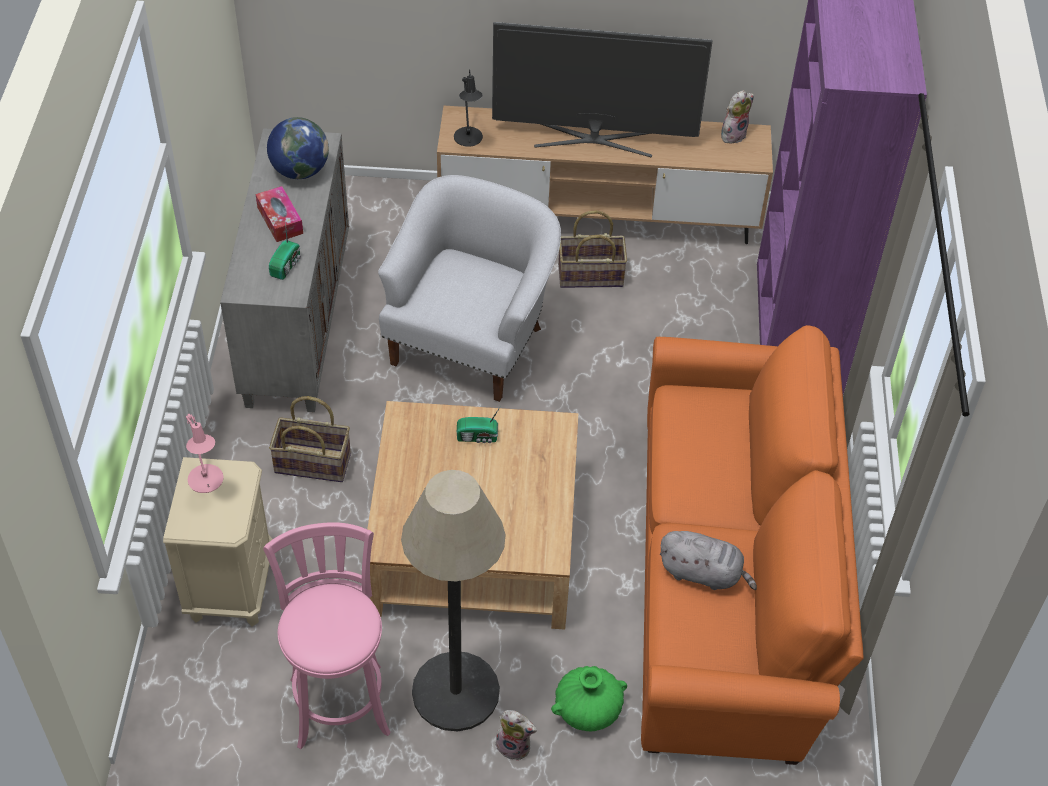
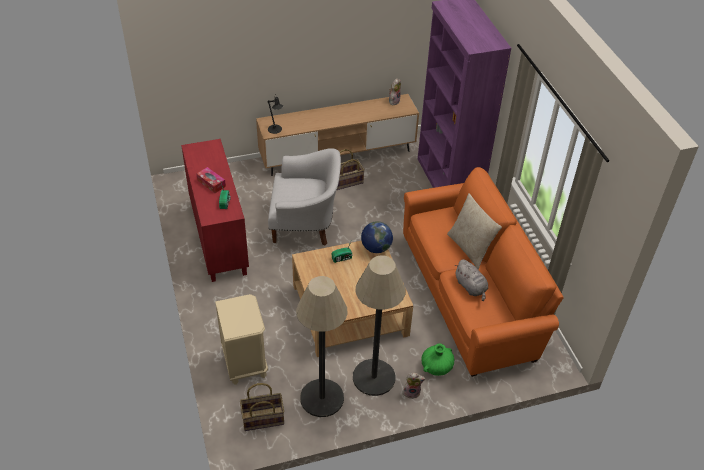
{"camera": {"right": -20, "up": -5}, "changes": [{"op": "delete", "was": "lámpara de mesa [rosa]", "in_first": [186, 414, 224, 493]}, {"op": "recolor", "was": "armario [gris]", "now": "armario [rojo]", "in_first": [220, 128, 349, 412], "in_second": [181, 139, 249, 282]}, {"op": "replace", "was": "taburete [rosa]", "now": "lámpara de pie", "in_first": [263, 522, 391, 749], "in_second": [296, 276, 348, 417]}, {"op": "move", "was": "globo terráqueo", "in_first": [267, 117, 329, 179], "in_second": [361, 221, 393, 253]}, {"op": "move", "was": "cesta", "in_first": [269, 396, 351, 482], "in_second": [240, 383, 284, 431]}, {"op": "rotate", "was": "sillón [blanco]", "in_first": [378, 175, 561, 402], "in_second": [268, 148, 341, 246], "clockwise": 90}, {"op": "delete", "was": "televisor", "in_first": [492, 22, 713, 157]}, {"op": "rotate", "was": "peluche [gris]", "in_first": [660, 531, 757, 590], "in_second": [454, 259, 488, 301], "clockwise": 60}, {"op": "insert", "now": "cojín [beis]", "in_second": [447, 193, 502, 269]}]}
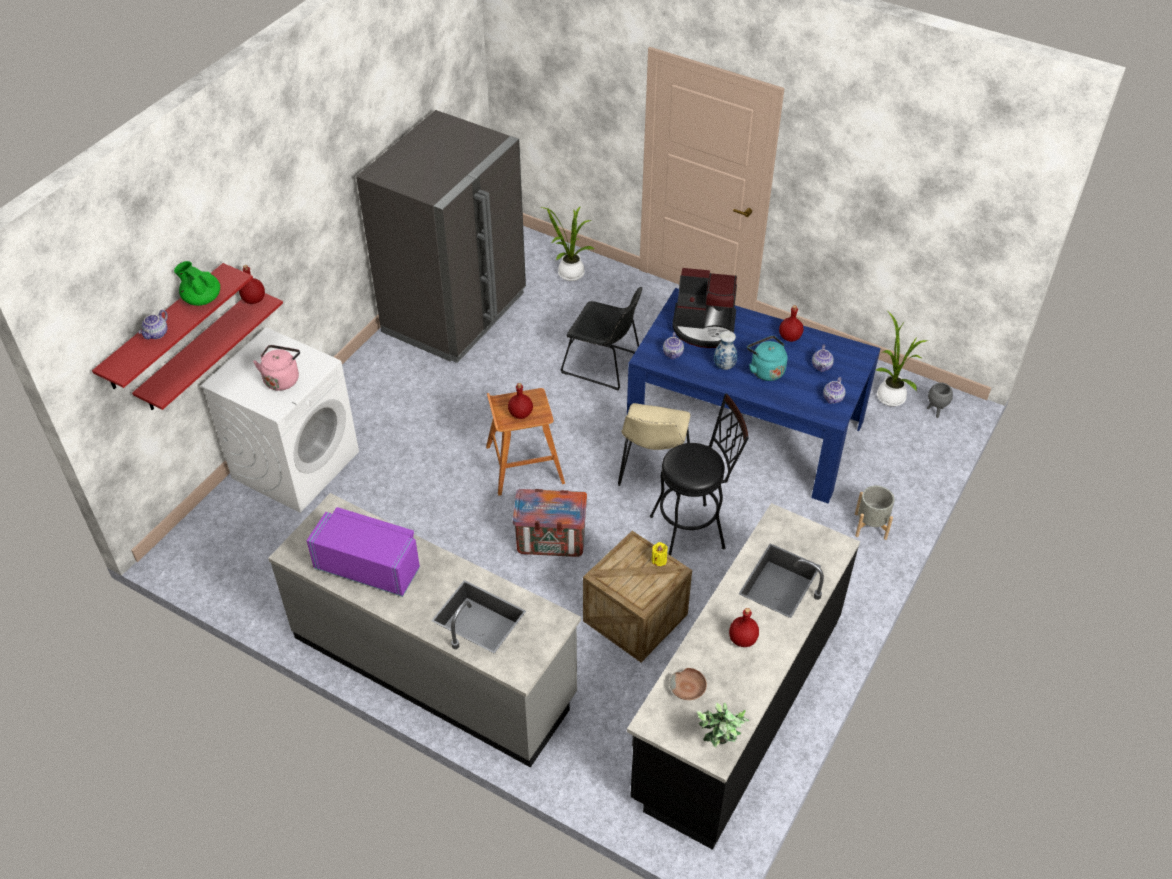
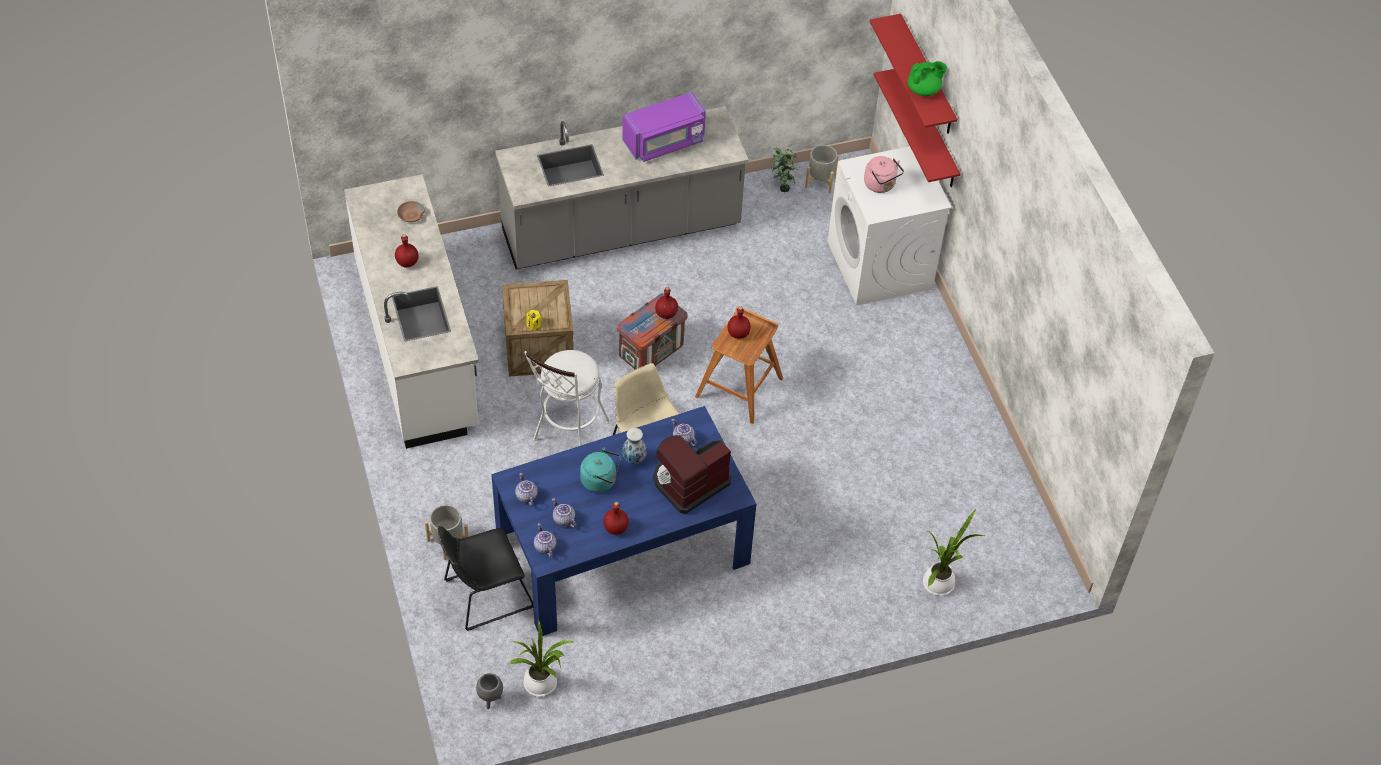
{"camera": {"right": 130, "up": 5}, "changes": [{"op": "move", "was": "tetera", "in_first": [139, 310, 168, 339], "in_second": [534, 523, 556, 557]}, {"op": "move", "was": "botella [rojo]", "in_first": [239, 265, 265, 304], "in_second": [655, 287, 678, 319]}, {"op": "delete", "was": "nevera [gris]", "in_first": [356, 110, 526, 363]}, {"op": "move", "was": "silla [negro]", "in_first": [561, 287, 642, 390], "in_second": [437, 526, 533, 631]}, {"op": "recolor", "was": "mueble bajo de cocina [negro]", "now": "mueble bajo de cocina [blanco]", "in_first": [627, 503, 860, 850], "in_second": [344, 174, 479, 449]}, {"op": "recolor", "was": "taburete [negro]", "now": "taburete [blanco]", "in_first": [650, 393, 749, 556], "in_second": [524, 350, 610, 446]}, {"op": "move", "was": "planta en maceta", "in_first": [697, 702, 750, 748], "in_second": [770, 143, 799, 192]}, {"op": "insert", "now": "maceta [gris]", "in_second": [805, 145, 839, 193]}]}
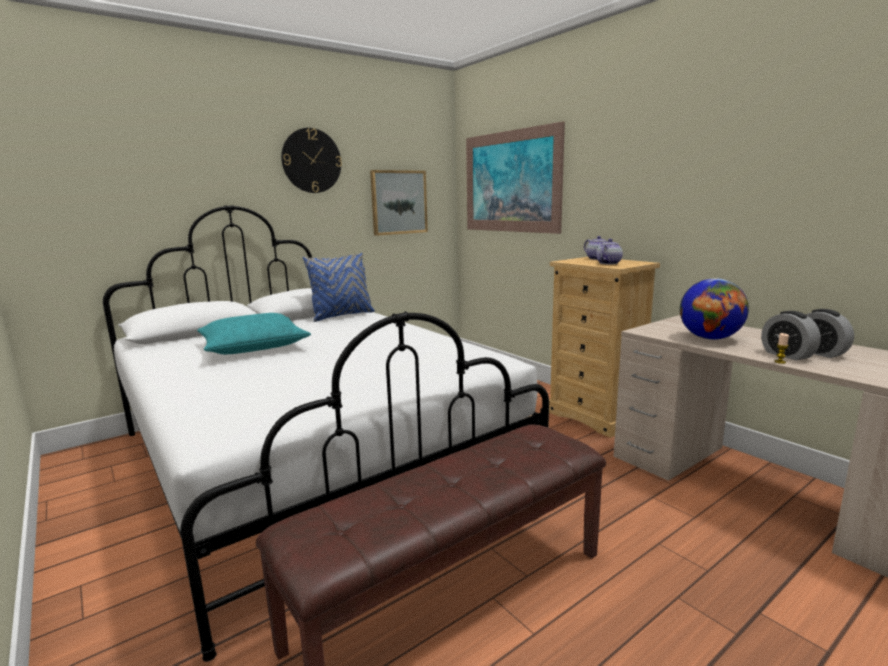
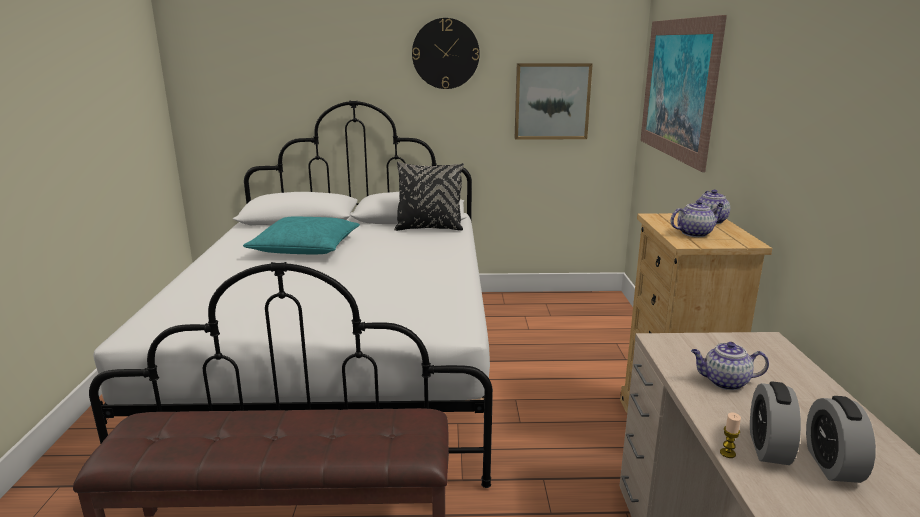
{"camera": {"right": 35, "up": 5}, "changes": [{"op": "recolor", "was": "cojín [azul]", "now": "cojín [negro]", "in_first": [303, 253, 374, 322], "in_second": [394, 162, 464, 231]}, {"op": "replace", "was": "globo terráqueo", "now": "tetera", "in_first": [680, 278, 749, 340], "in_second": [691, 342, 769, 390]}]}
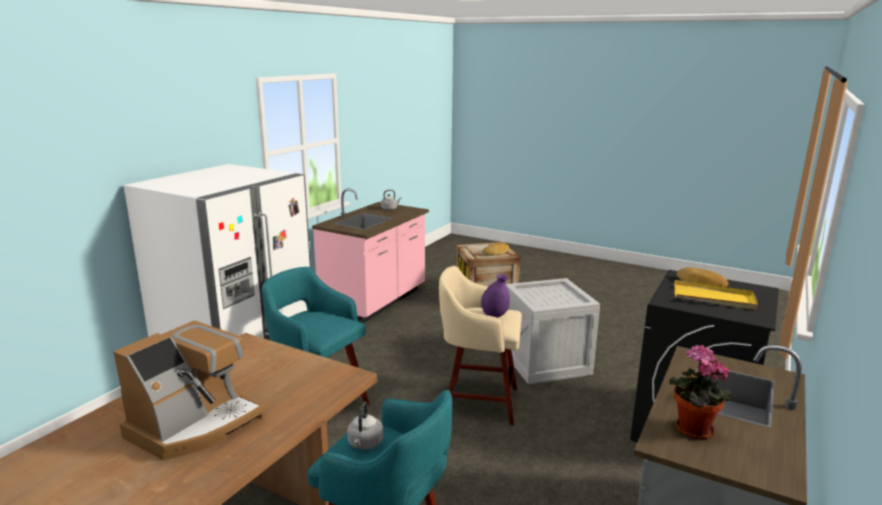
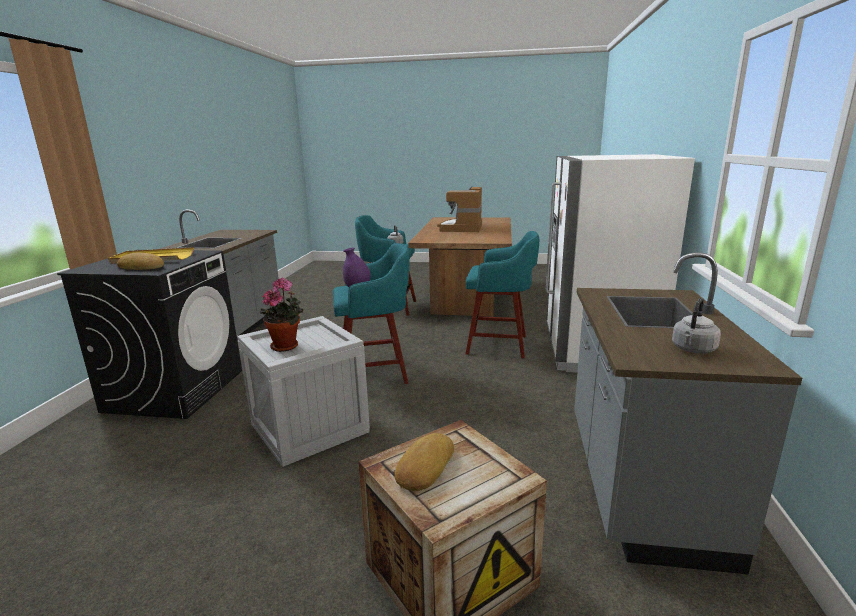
{"camera": {"right": 160, "up": 0}, "changes": [{"op": "recolor", "was": "mueble bajo de cocina [rosa]", "now": "mueble bajo de cocina [gris]", "in_first": [312, 188, 429, 323], "in_second": [574, 252, 802, 575]}, {"op": "recolor", "was": "taburete [beis]", "now": "taburete [turquesa]", "in_first": [439, 266, 522, 425], "in_second": [333, 243, 409, 384]}, {"op": "move", "was": "planta en maceta", "in_first": [669, 345, 735, 440], "in_second": [260, 277, 303, 352]}]}
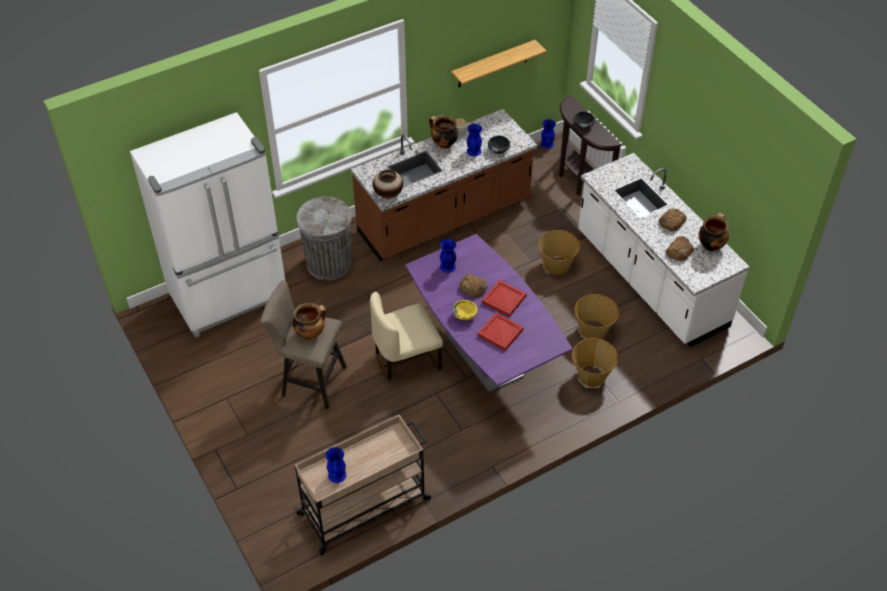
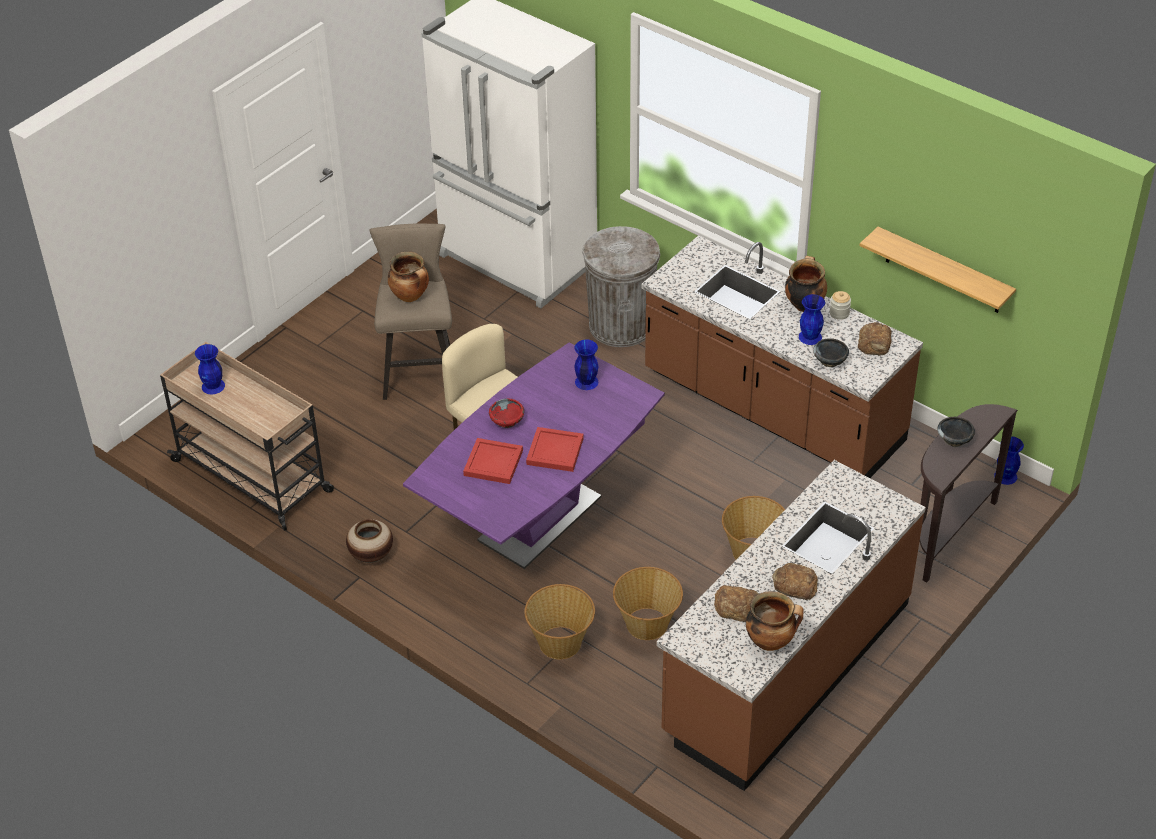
{"camera": {"right": 70, "up": -5}, "changes": [{"op": "move", "was": "florero", "in_first": [373, 170, 403, 198], "in_second": [346, 519, 393, 563]}, {"op": "recolor", "was": "cuenco [amarillo]", "now": "cuenco [rojo]", "in_first": [452, 300, 477, 321], "in_second": [489, 398, 524, 428]}, {"op": "move", "was": "pan", "in_first": [460, 274, 488, 298], "in_second": [858, 322, 892, 355]}, {"op": "recolor", "was": "mueble bajo de cocina [blanco]", "now": "mueble bajo de cocina [marrón]", "in_first": [578, 153, 750, 347], "in_second": [657, 460, 926, 791]}]}
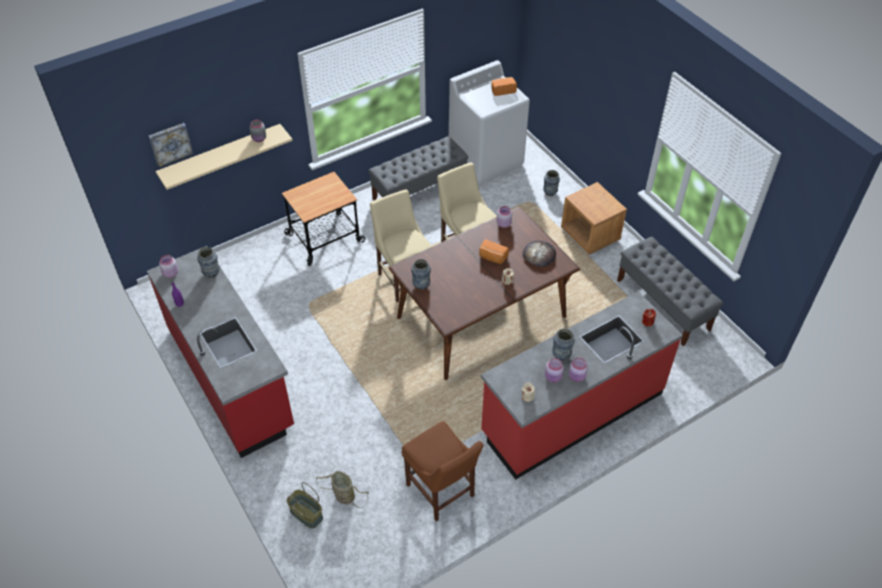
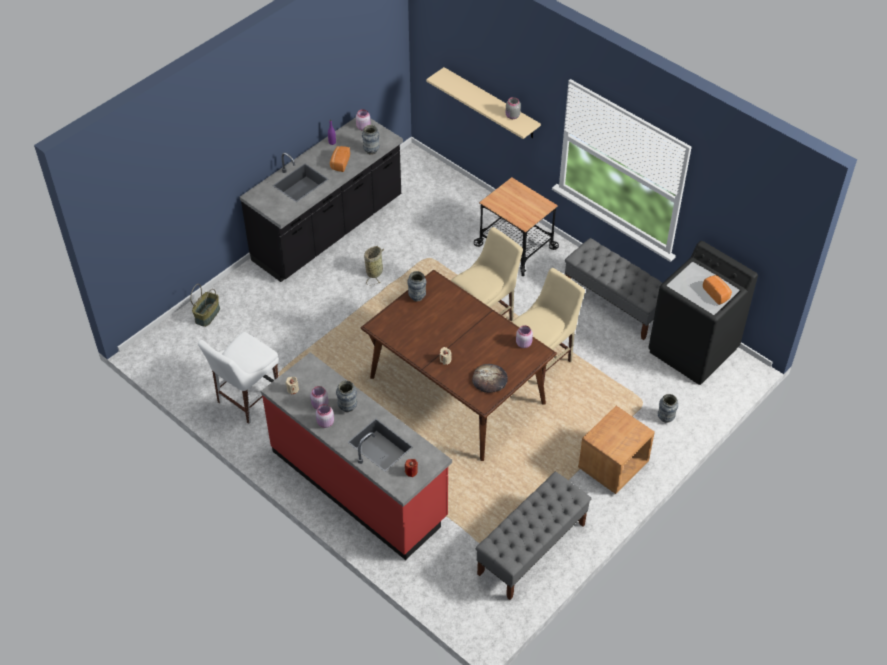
{"camera": {"right": 75, "up": 0}, "changes": [{"op": "recolor", "was": "mueble bajo de cocina [rojo]", "now": "mueble bajo de cocina [negro]", "in_first": [147, 246, 294, 458], "in_second": [240, 117, 403, 282]}, {"op": "delete", "was": "cuadro", "in_first": [149, 123, 193, 167]}, {"op": "move", "was": "cesta", "in_first": [316, 471, 369, 508], "in_second": [364, 246, 384, 285]}, {"op": "recolor", "was": "silla [marrón]", "now": "silla [blanco]", "in_first": [401, 421, 484, 522], "in_second": [198, 332, 279, 424]}, {"op": "recolor", "was": "lavadora [blanco]", "now": "lavadora [negro]", "in_first": [449, 60, 530, 185], "in_second": [648, 241, 758, 385]}, {"op": "move", "was": "pan", "in_first": [479, 239, 509, 264], "in_second": [330, 146, 350, 172]}]}
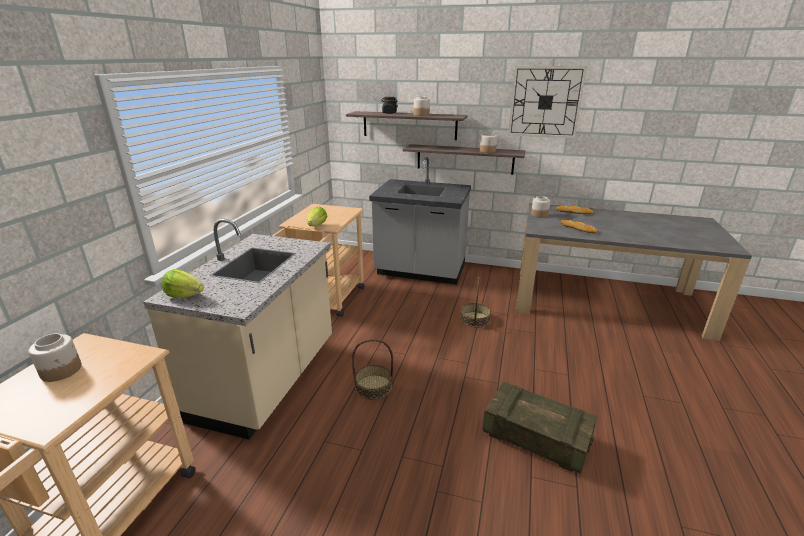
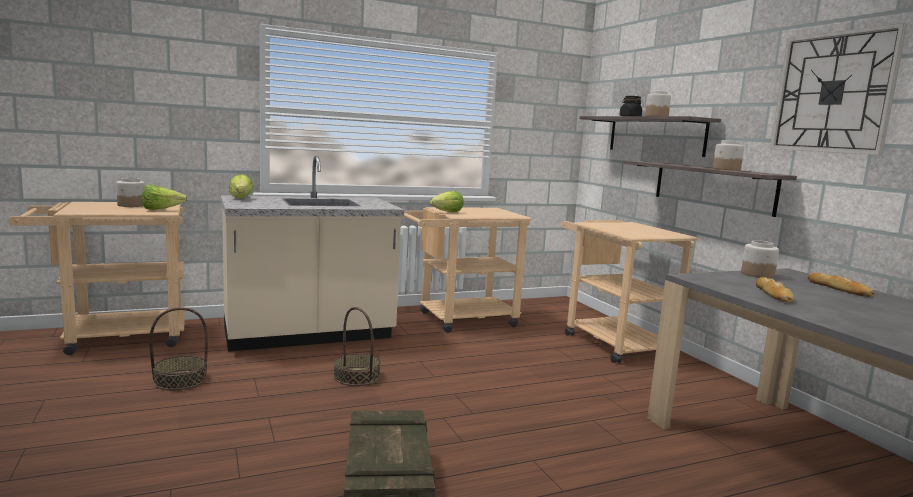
{"camera": {"right": 50, "up": -15}, "changes": [{"op": "replace", "was": "mueble bajo de cocina [gris]", "now": "carrito [beis]", "in_first": [369, 157, 471, 285], "in_second": [562, 220, 697, 363]}, {"op": "move", "was": "cesta", "in_first": [460, 277, 491, 328], "in_second": [149, 307, 208, 390]}, {"op": "insert", "now": "lechuga", "in_second": [142, 185, 188, 210]}]}
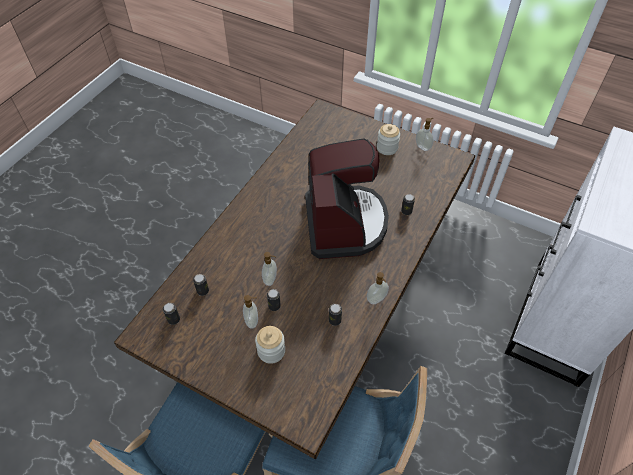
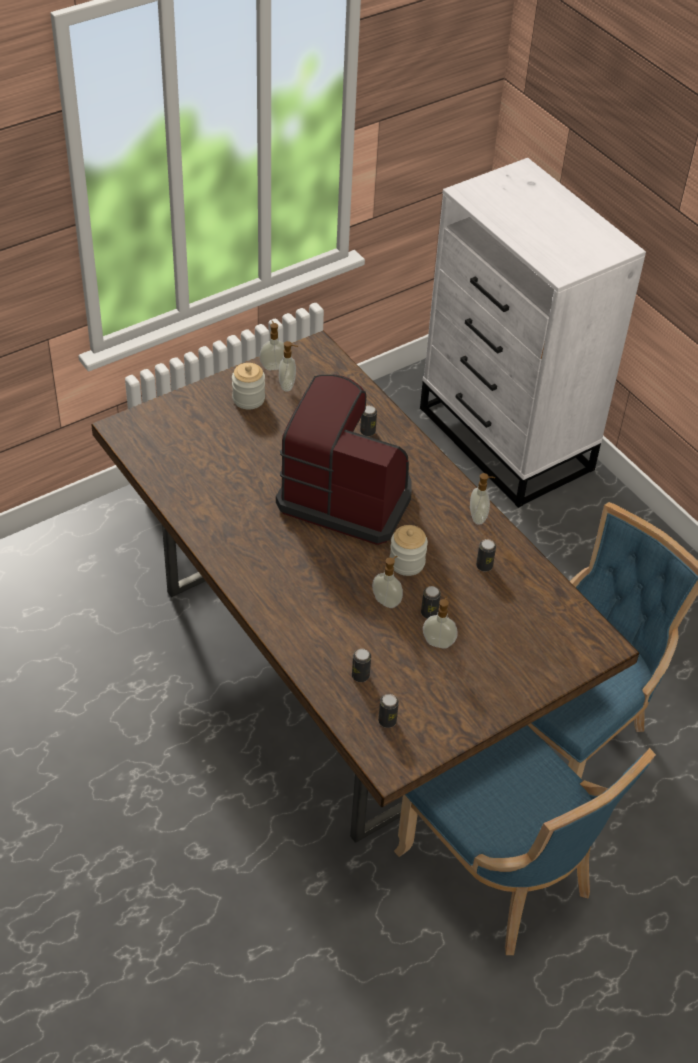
{"camera": {"right": -65, "up": -5}, "changes": [{"op": "move", "was": "tarro", "in_first": [255, 326, 285, 364], "in_second": [389, 525, 428, 576]}, {"op": "insert", "now": "dispensador de jabón", "in_second": [279, 341, 298, 391]}]}
